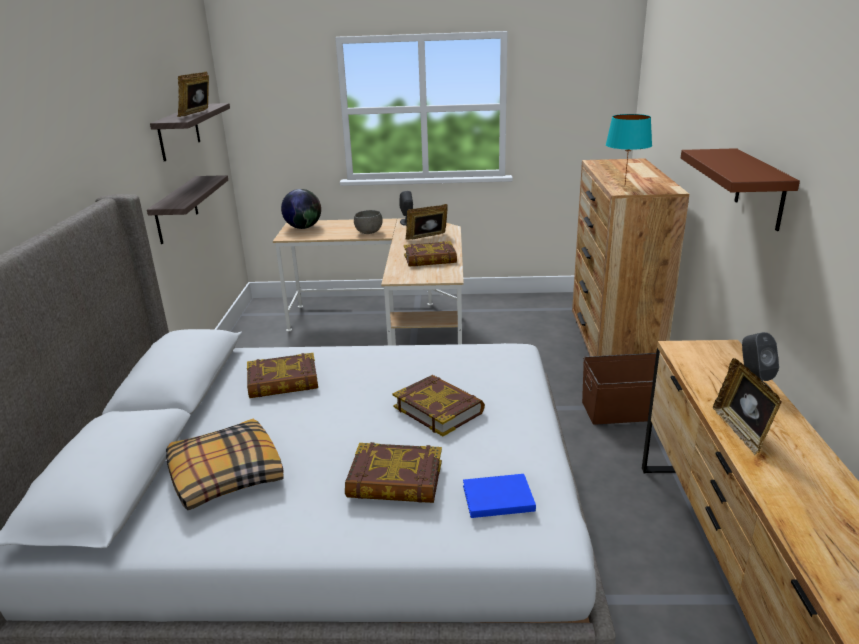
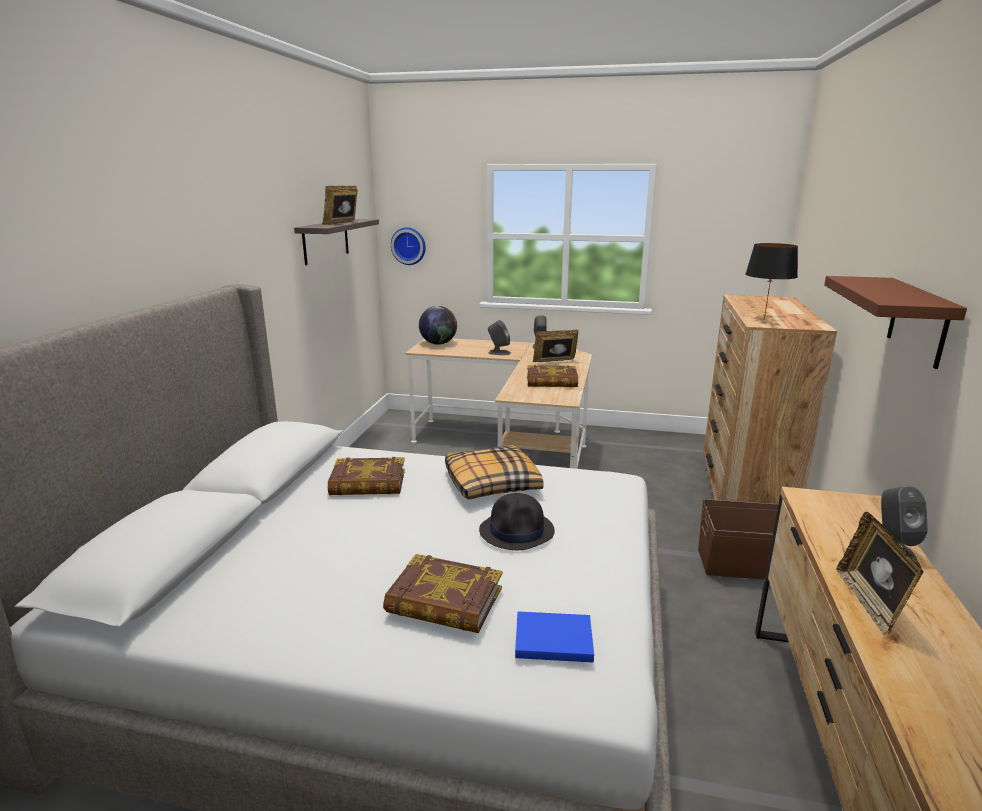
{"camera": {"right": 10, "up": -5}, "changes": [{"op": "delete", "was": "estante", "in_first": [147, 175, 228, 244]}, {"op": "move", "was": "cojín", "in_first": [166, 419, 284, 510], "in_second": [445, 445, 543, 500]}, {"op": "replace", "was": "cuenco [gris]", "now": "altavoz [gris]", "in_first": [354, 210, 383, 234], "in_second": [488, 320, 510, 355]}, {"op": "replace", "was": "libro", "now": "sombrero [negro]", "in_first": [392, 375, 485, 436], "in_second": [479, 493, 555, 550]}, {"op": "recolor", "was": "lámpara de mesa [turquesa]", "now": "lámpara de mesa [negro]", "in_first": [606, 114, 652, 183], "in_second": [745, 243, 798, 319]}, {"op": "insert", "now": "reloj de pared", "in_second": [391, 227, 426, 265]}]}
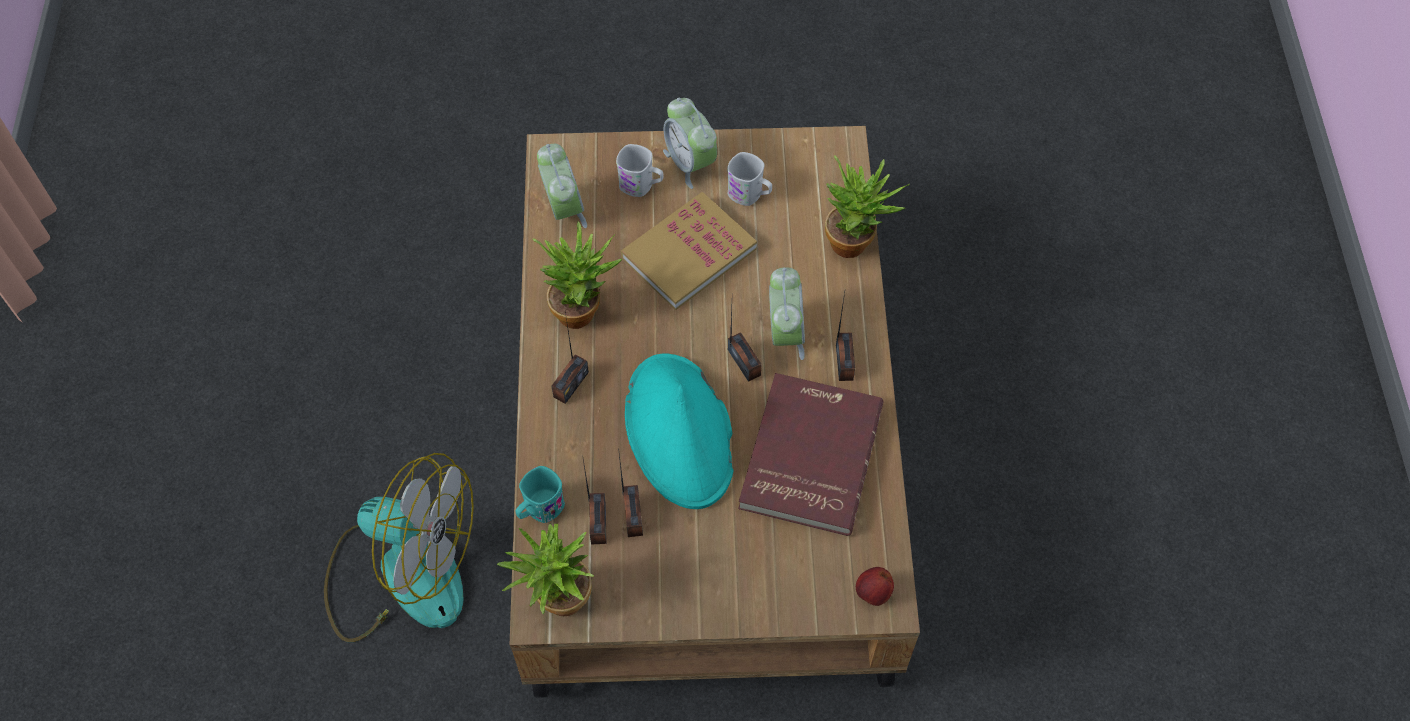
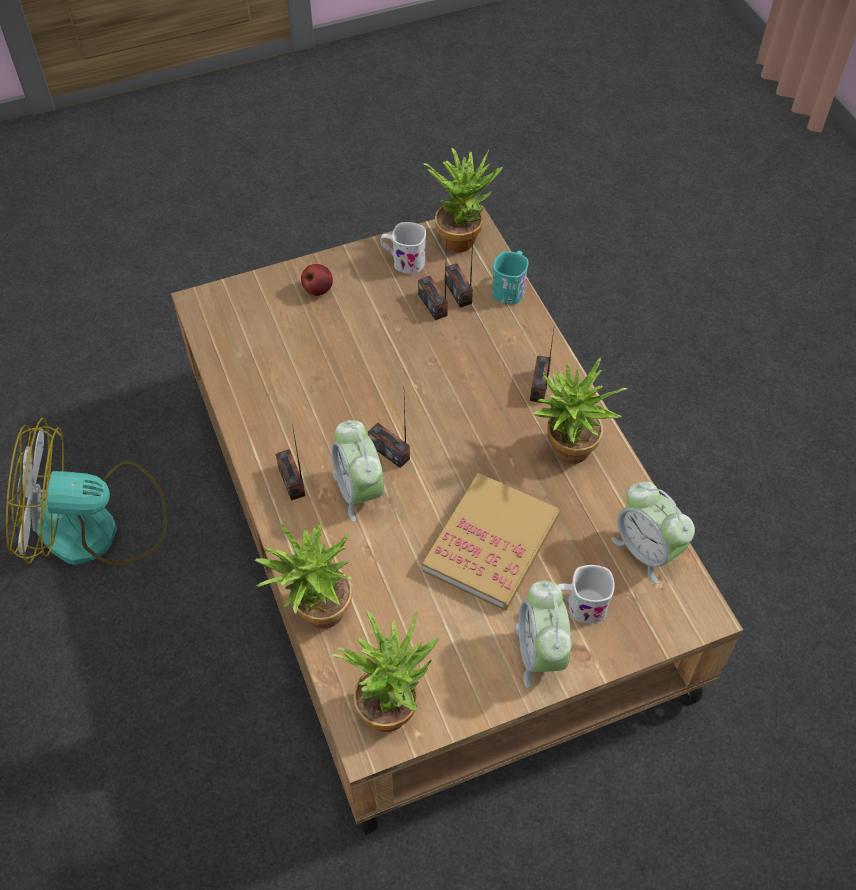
{"camera": {"right": 160, "up": -5}, "changes": [{"op": "move", "was": "ventilador", "in_first": [324, 453, 474, 642], "in_second": [6, 418, 167, 565]}, {"op": "delete", "was": "sombrero [turquesa]", "in_first": [625, 353, 734, 509]}, {"op": "rotate", "was": "despertador", "in_first": [663, 98, 717, 189], "in_second": [516, 581, 572, 688], "clockwise": -135}, {"op": "move", "was": "taza grande [blanco]", "in_first": [727, 152, 772, 206], "in_second": [381, 222, 426, 274]}, {"op": "delete", "was": "libro [rojo]", "in_first": [738, 373, 884, 536]}, {"op": "move", "was": "manzana", "in_first": [856, 567, 894, 606], "in_second": [301, 264, 333, 296]}, {"op": "insert", "now": "planta en maceta", "in_second": [332, 611, 439, 732]}]}
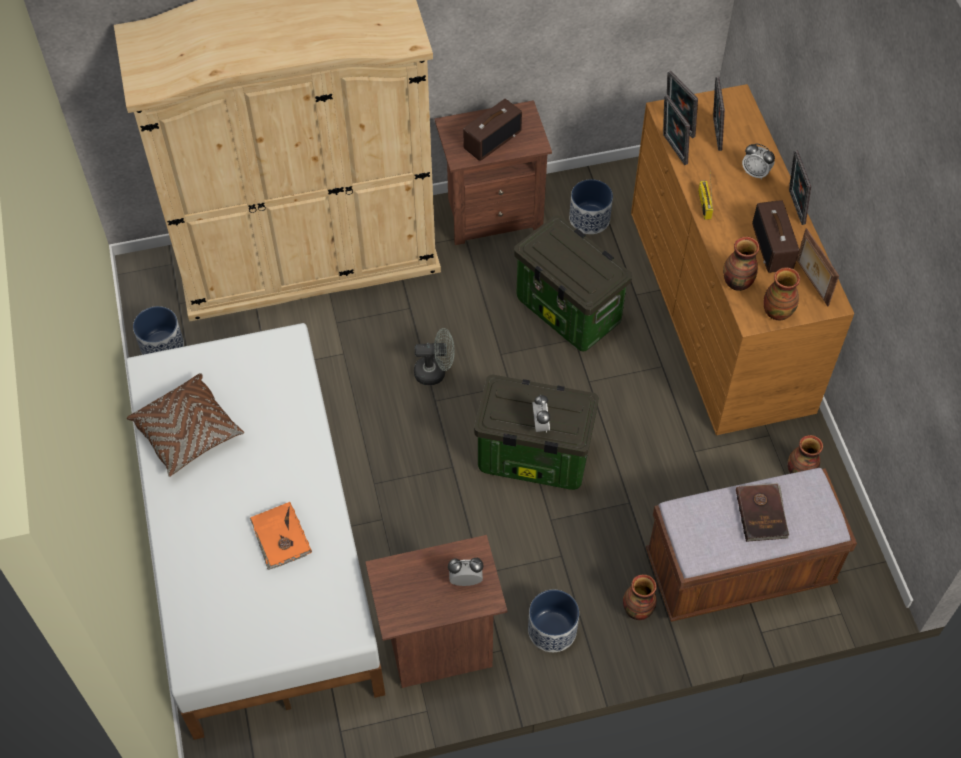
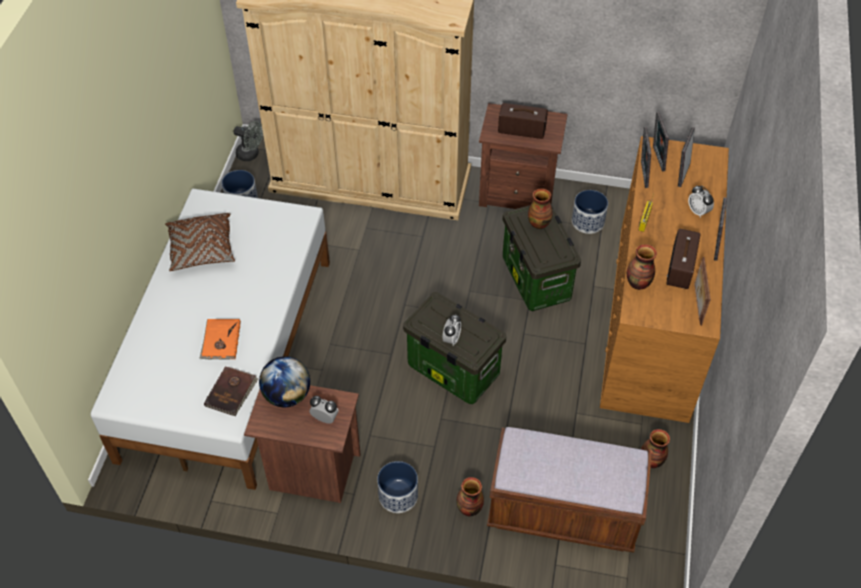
{"camera": {"right": 25, "up": -5}, "changes": [{"op": "move", "was": "ventilador [gris]", "in_first": [414, 328, 455, 385], "in_second": [233, 121, 263, 161]}, {"op": "rotate", "was": "radio", "in_first": [463, 99, 522, 161], "in_second": [498, 103, 548, 139], "clockwise": -150}, {"op": "move", "was": "libro [marrón]", "in_first": [736, 483, 789, 542], "in_second": [204, 366, 259, 416]}, {"op": "move", "was": "florero", "in_first": [764, 267, 800, 320], "in_second": [528, 188, 553, 229]}, {"op": "insert", "now": "globo terráqueo", "in_second": [259, 356, 310, 407]}]}
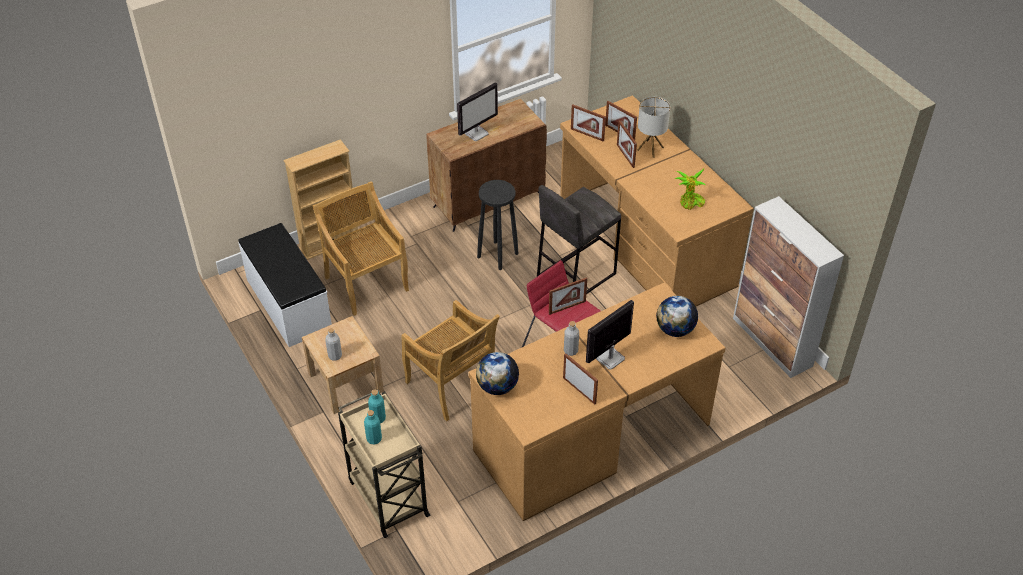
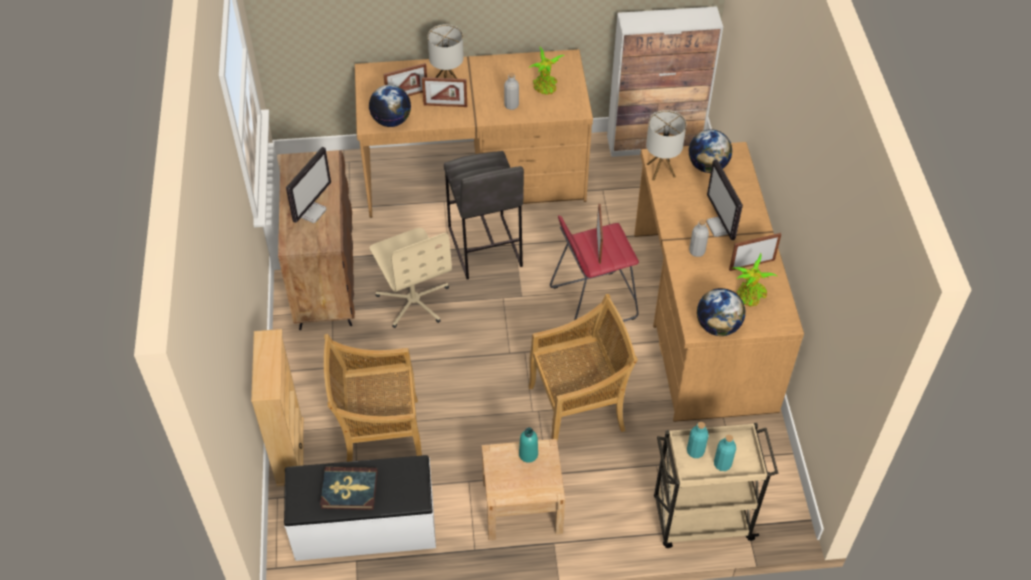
{"camera": {"right": -65, "up": 5}, "changes": [{"op": "move", "was": "botella [gris]", "in_first": [325, 328, 342, 361], "in_second": [504, 73, 519, 110]}, {"op": "rotate", "was": "monitor", "in_first": [457, 82, 498, 141], "in_second": [286, 147, 331, 223], "clockwise": 45}, {"op": "replace", "was": "taburete [negro]", "now": "silla de oficina [beis]", "in_first": [477, 180, 518, 270], "in_second": [370, 228, 452, 328]}, {"op": "replace", "was": "portarretratos", "now": "globo terráqueo", "in_first": [571, 104, 606, 142], "in_second": [369, 85, 411, 127]}, {"op": "insert", "now": "libro", "in_second": [320, 467, 378, 510]}, {"op": "insert", "now": "botella [turquesa]", "in_second": [519, 427, 538, 463]}, {"op": "insert", "now": "lámpara de mesa", "in_second": [646, 110, 686, 181]}, {"op": "insert", "now": "planta en maceta", "in_second": [732, 253, 777, 307]}]}
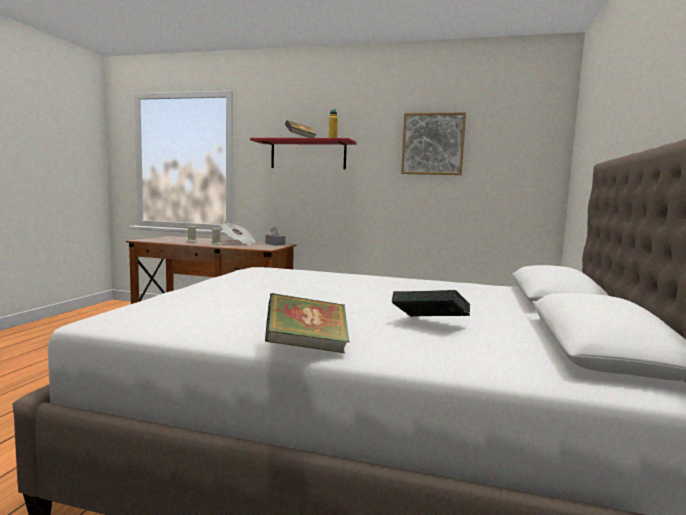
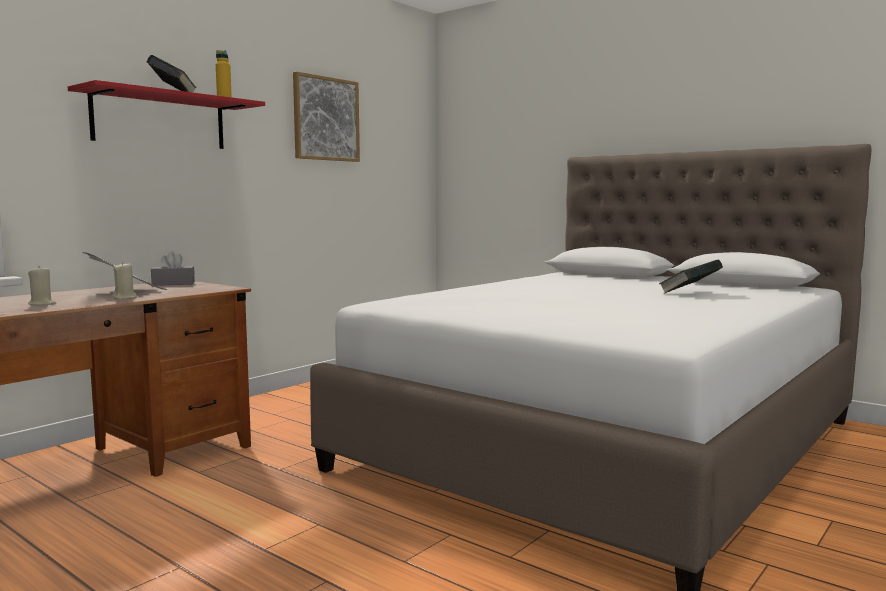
{"camera": {"right": -65, "up": 0}, "changes": [{"op": "delete", "was": "libro", "in_first": [265, 293, 350, 353]}]}
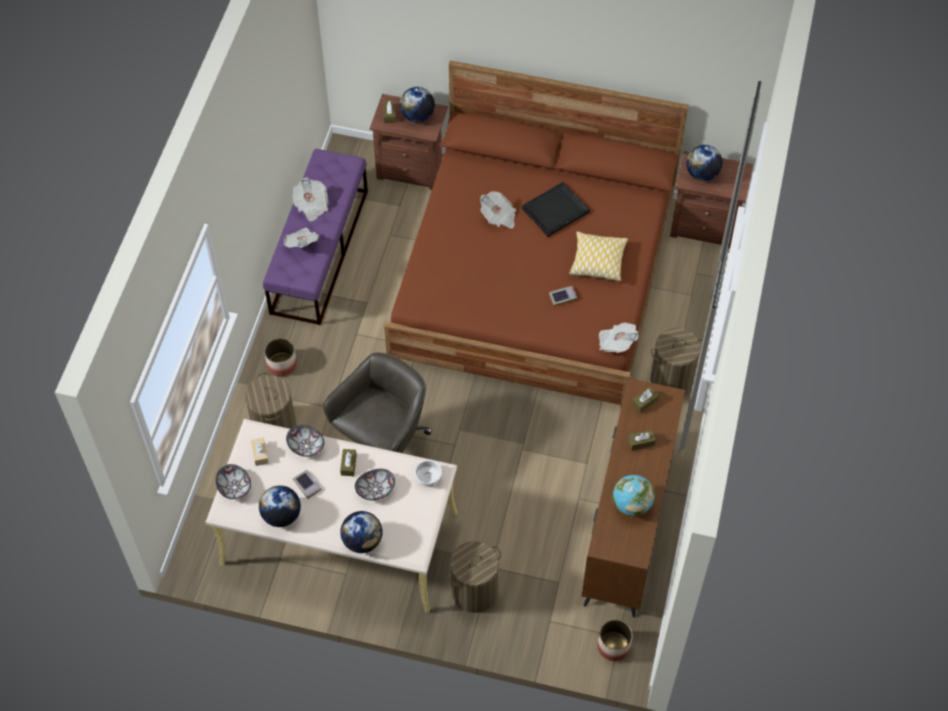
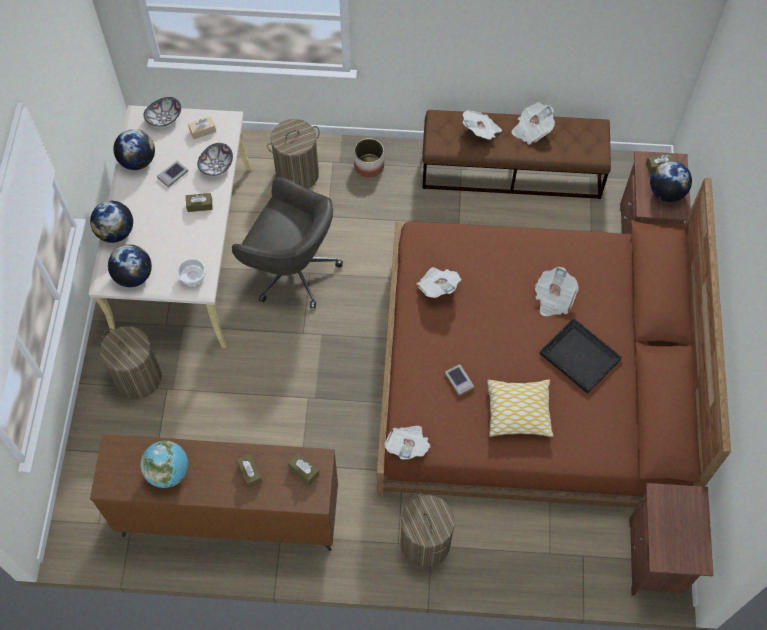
{"camera": {"right": 80, "up": 5}, "changes": [{"op": "recolor", "was": "banco [morado]", "now": "banco [marrón]", "in_first": [263, 149, 368, 325], "in_second": [422, 110, 611, 199]}, {"op": "delete", "was": "cuenco", "in_first": [355, 469, 395, 500]}, {"op": "delete", "was": "maceta", "in_first": [597, 619, 633, 661]}, {"op": "move", "was": "globo terráqueo", "in_first": [686, 145, 723, 181], "in_second": [108, 244, 152, 287]}, {"op": "insert", "now": "periódico", "in_second": [417, 267, 461, 298]}]}
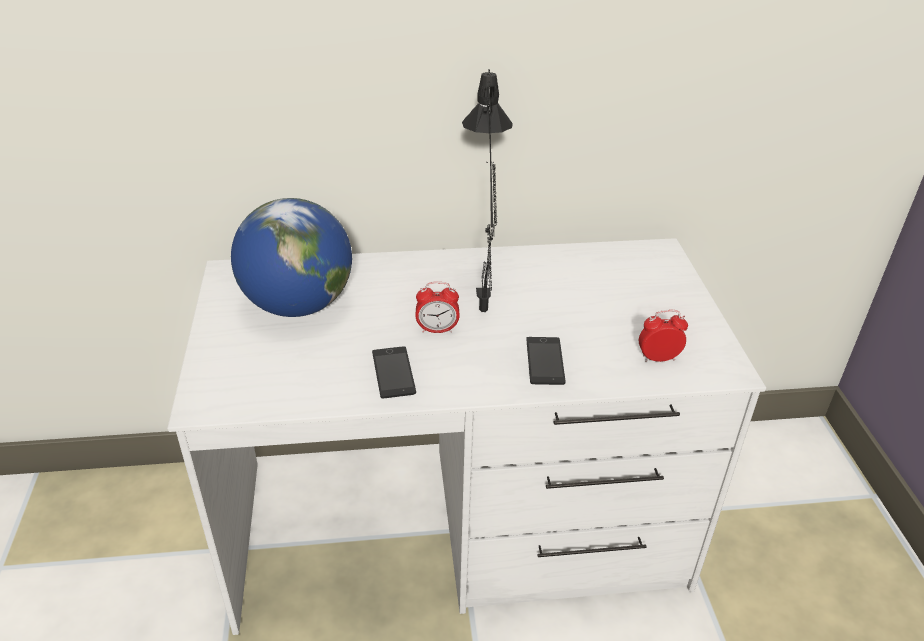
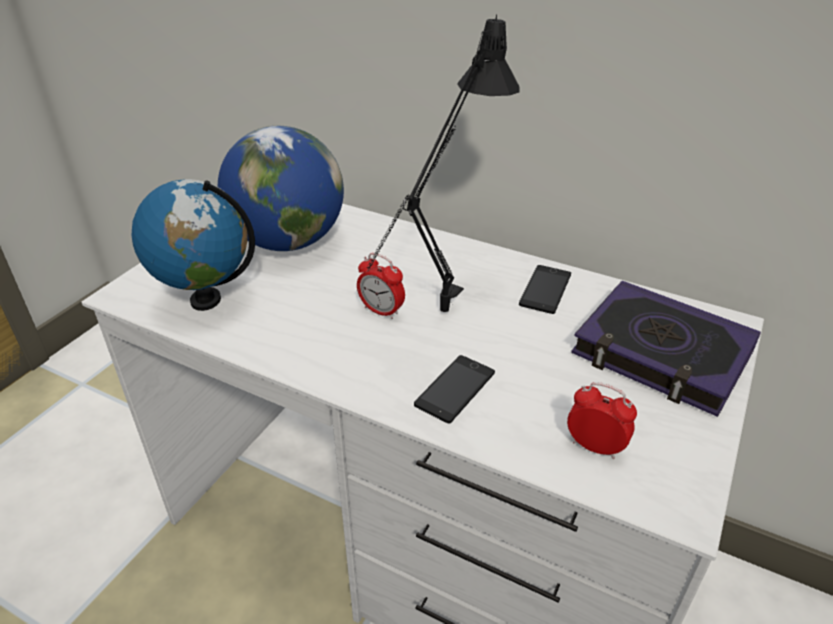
{"camera": {"right": 35, "up": 0}, "changes": [{"op": "move", "was": "móvil", "in_first": [372, 346, 416, 398], "in_second": [519, 265, 571, 314]}, {"op": "insert", "now": "globo terráqueo", "in_second": [132, 179, 255, 311]}, {"op": "insert", "now": "libro", "in_second": [571, 281, 761, 417]}]}
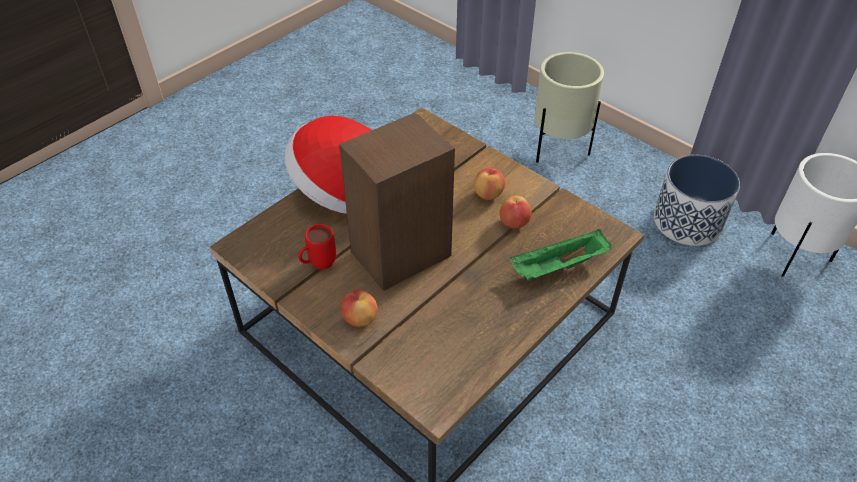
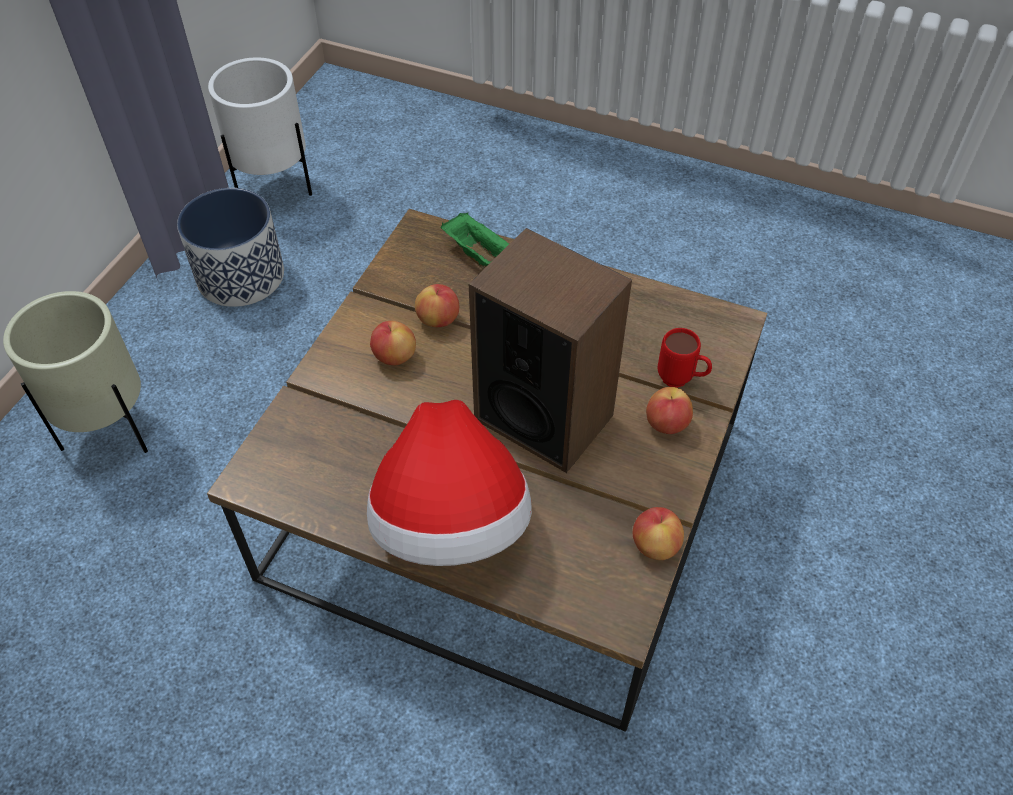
{"camera": {"right": -110, "up": 5}, "changes": [{"op": "move", "was": "taza grande [rojo]", "in_first": [298, 224, 336, 270], "in_second": [658, 328, 712, 388]}, {"op": "insert", "now": "manzana", "in_second": [633, 507, 684, 560]}]}
